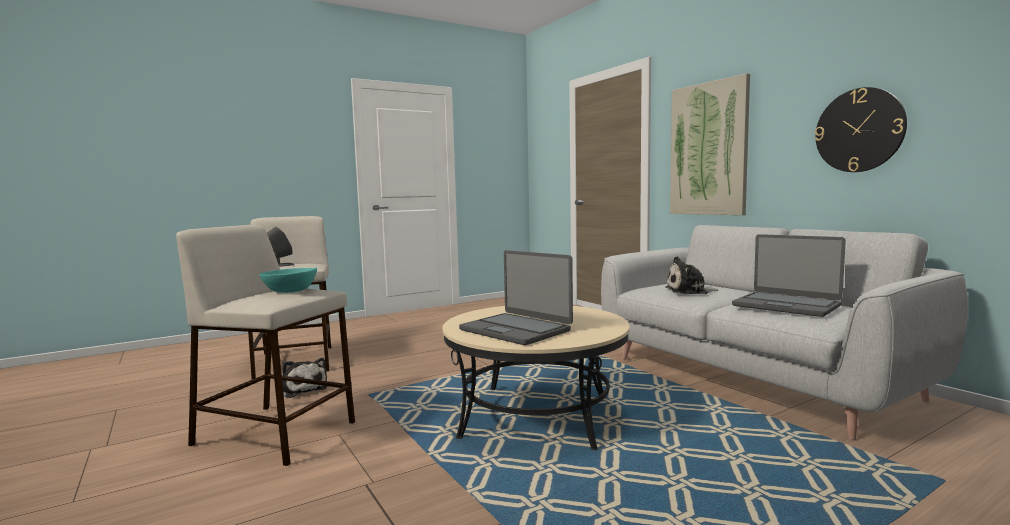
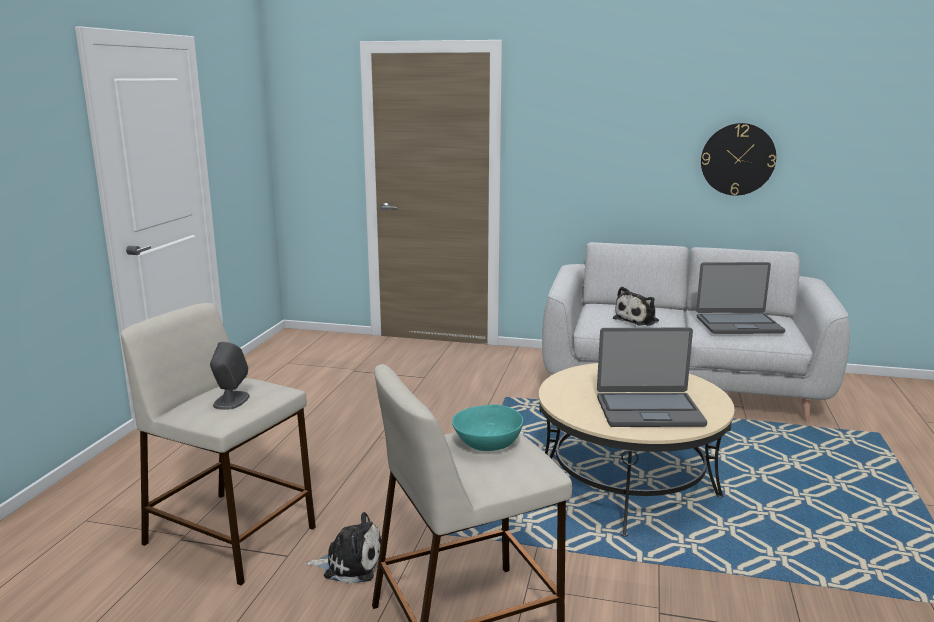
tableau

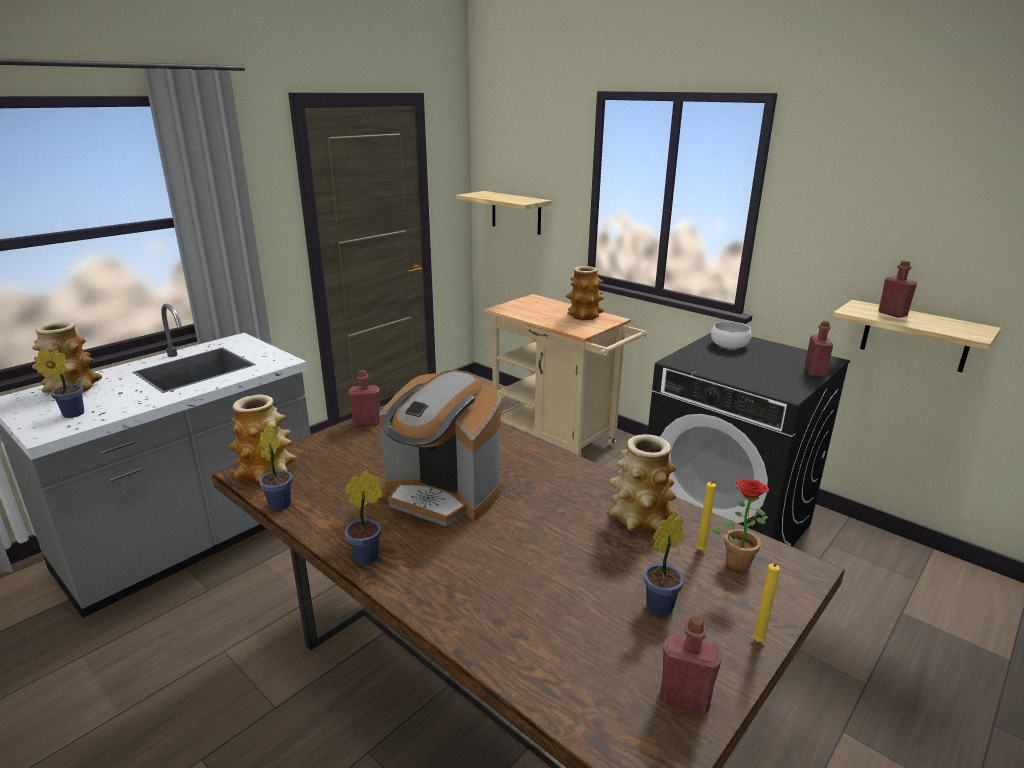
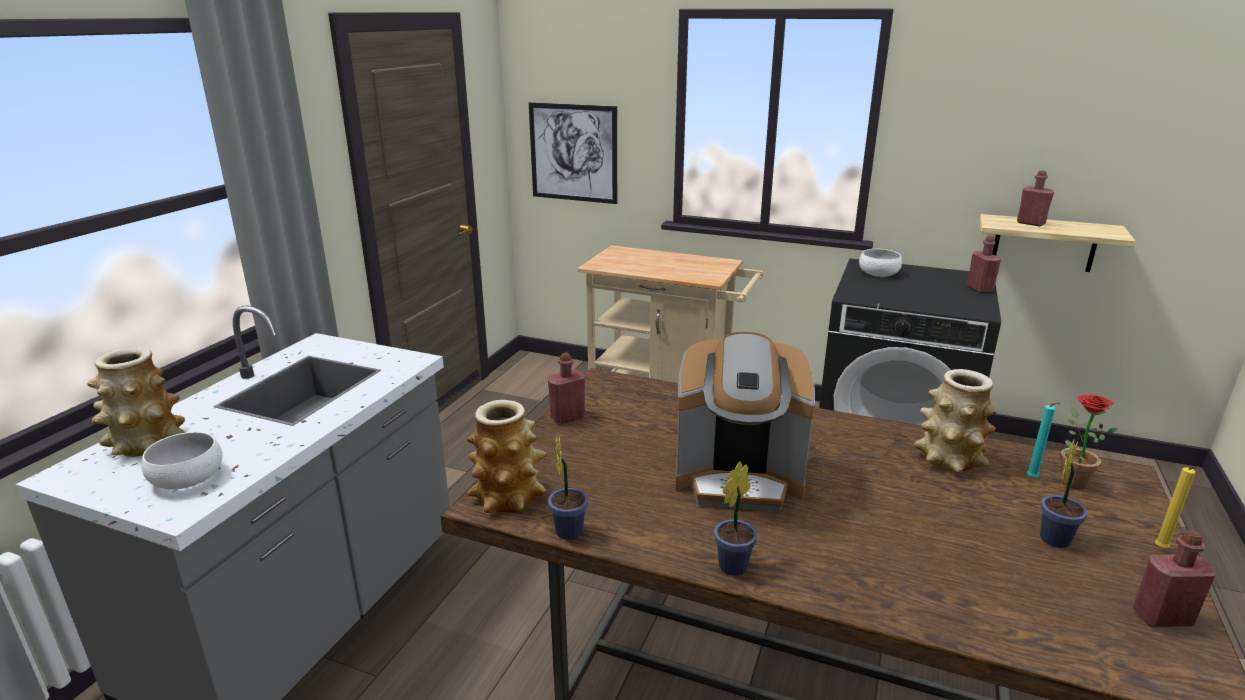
tableau
vase (no. 3 from left in the first image)
bol [blanc] (no. 1 from left)
bougie [turquoise]

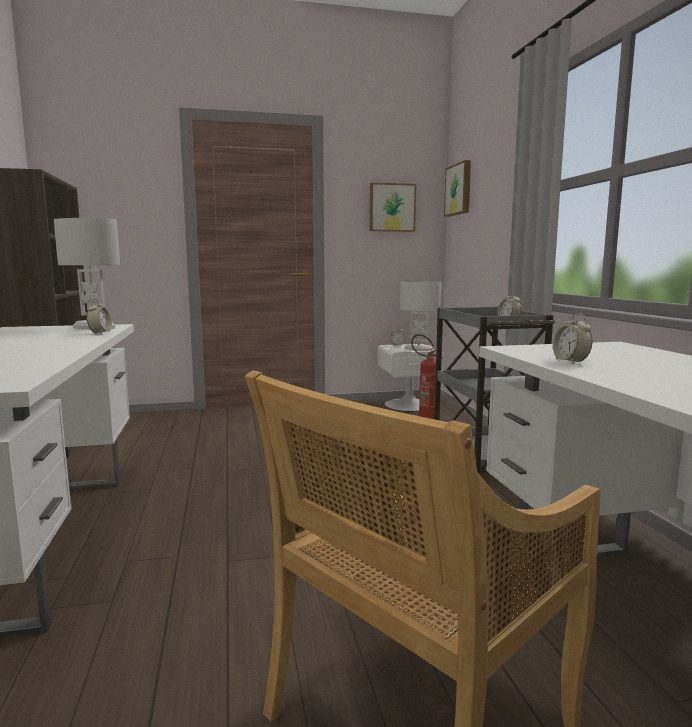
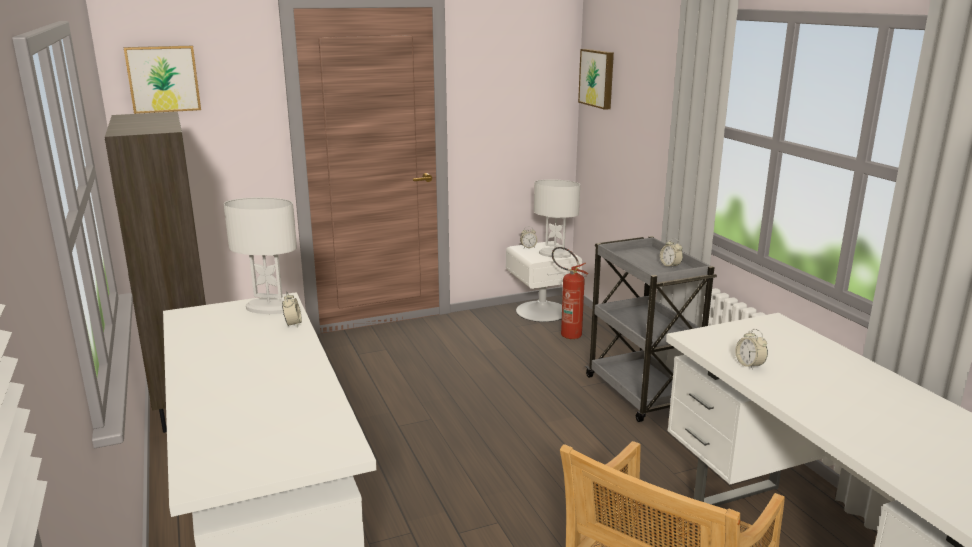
tableau (no. 1 from left)

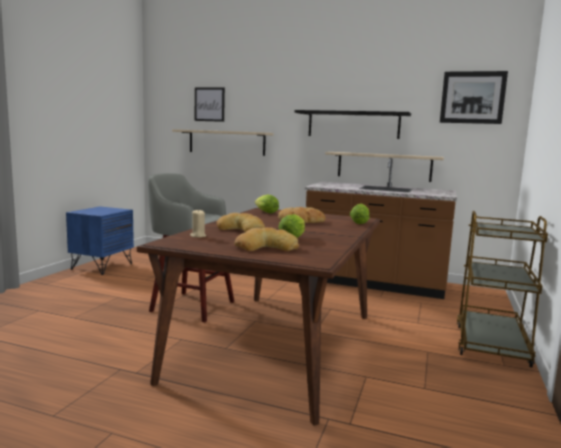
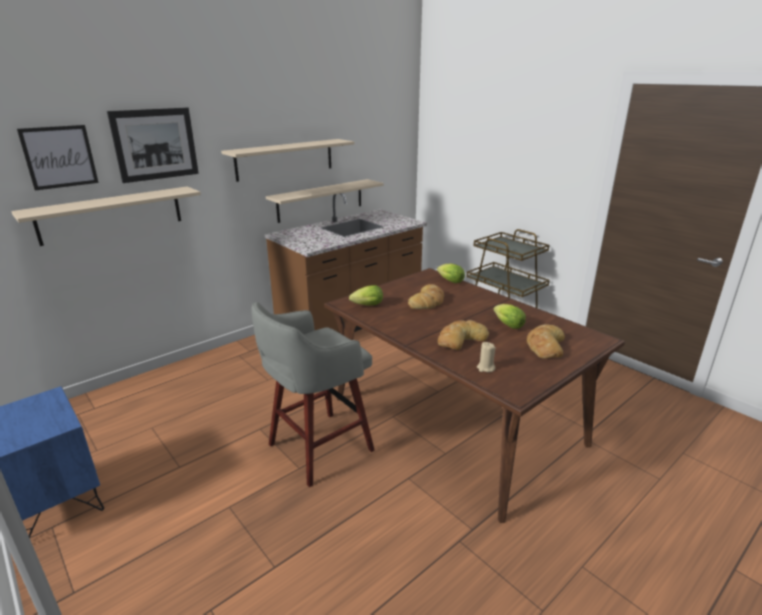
tableau (no. 2 from left)
étagère [beige] (no. 2 from left)

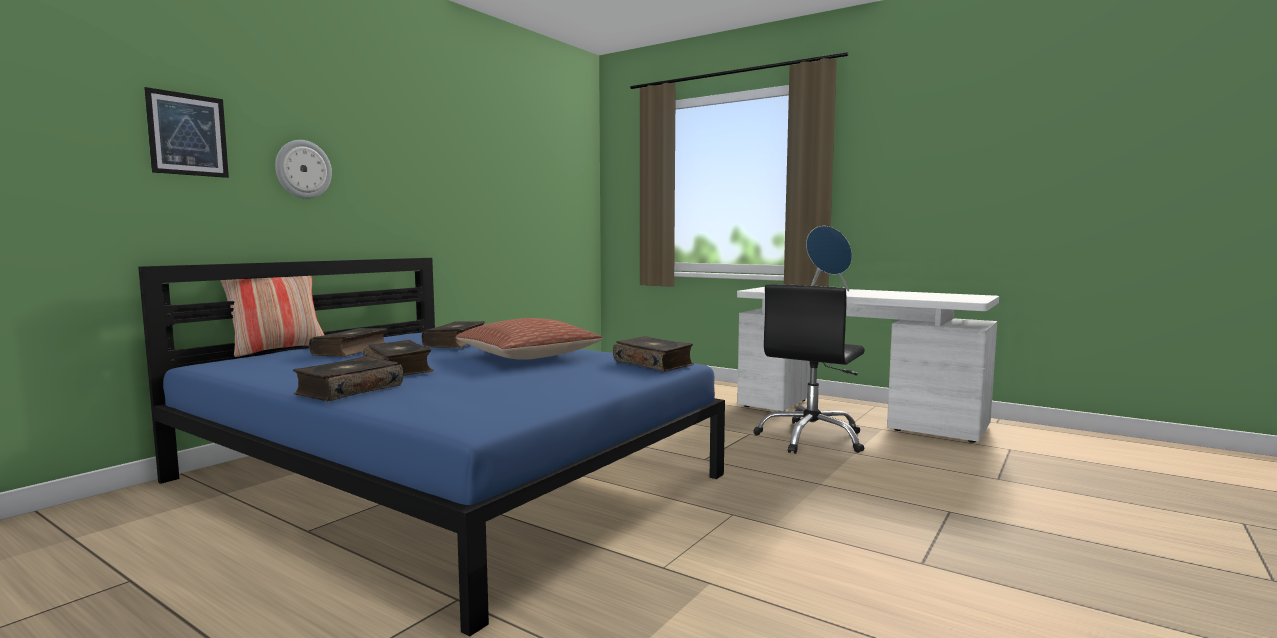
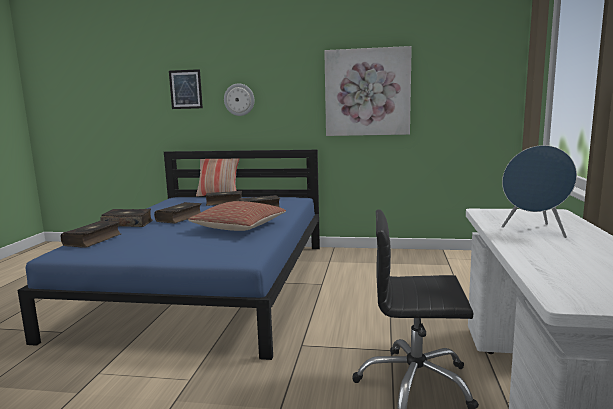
livre (no. 1 from left)
tableau (no. 2 from left)

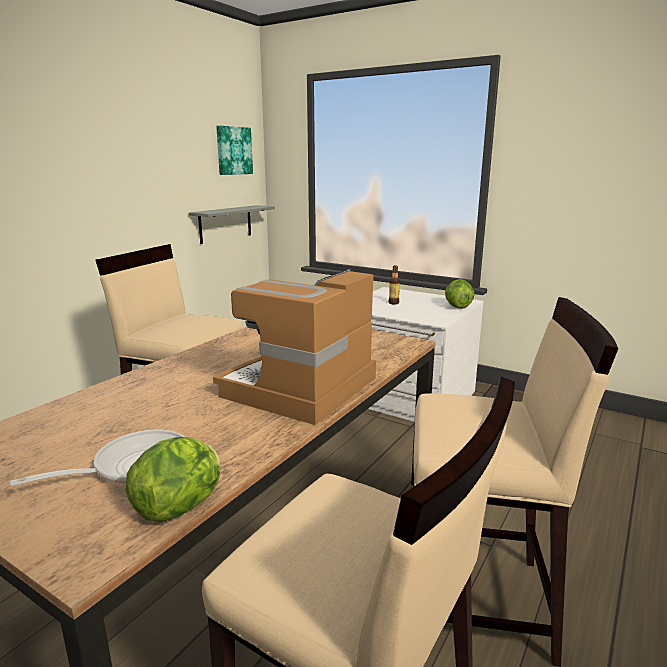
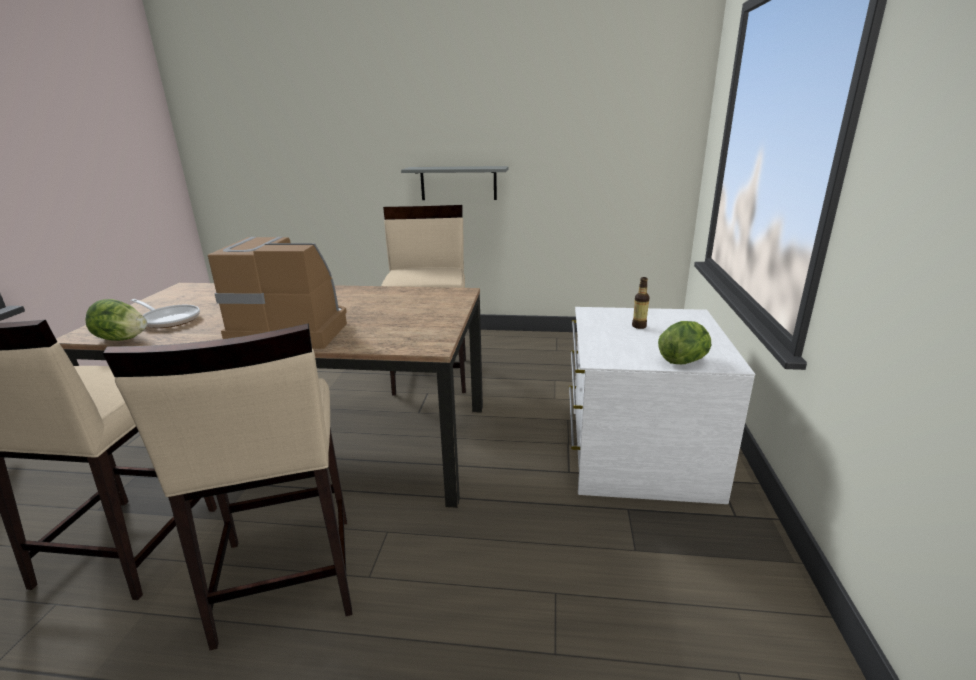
tableau
étagère [gris]

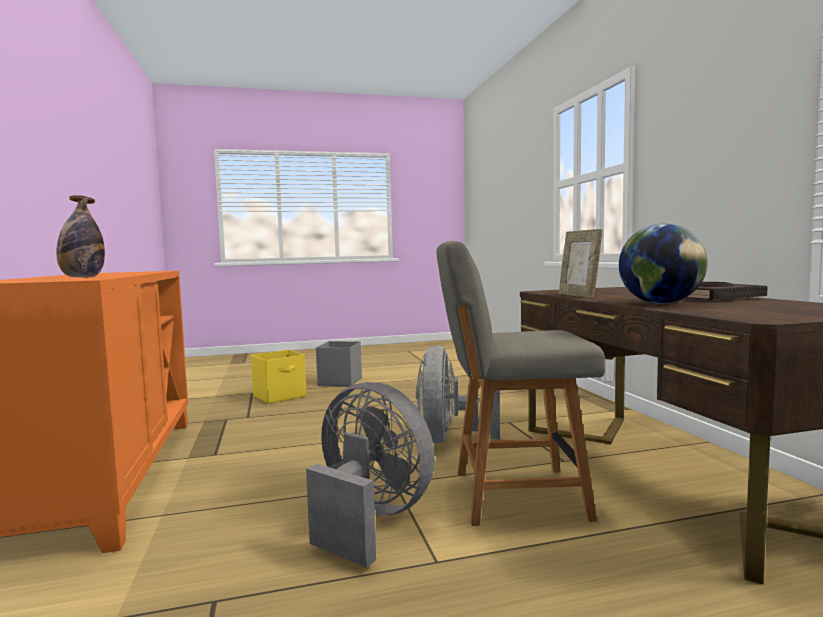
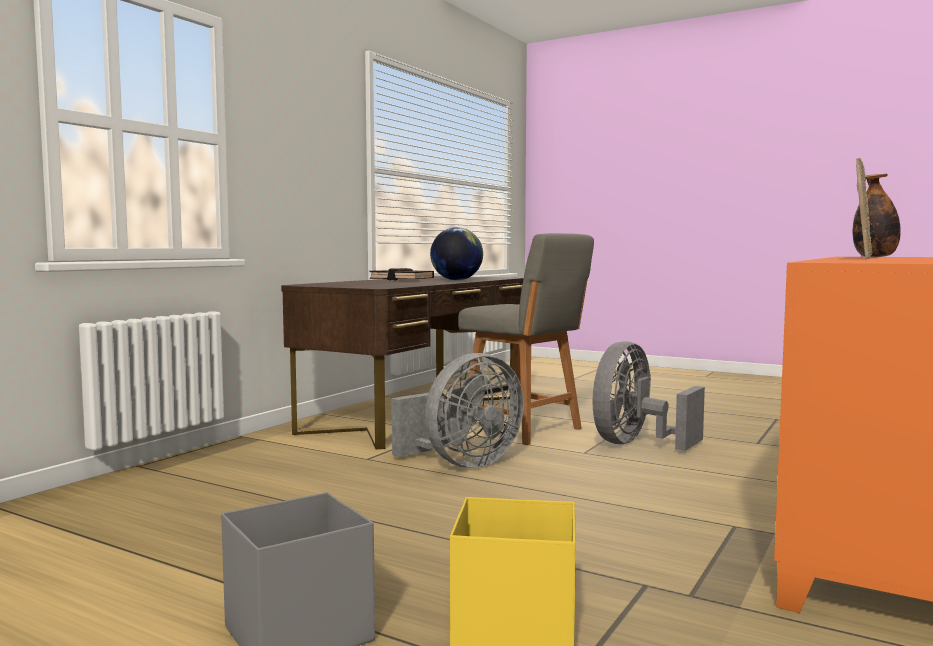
cadre photo
ventilateur [gris] (no. 2 from left)

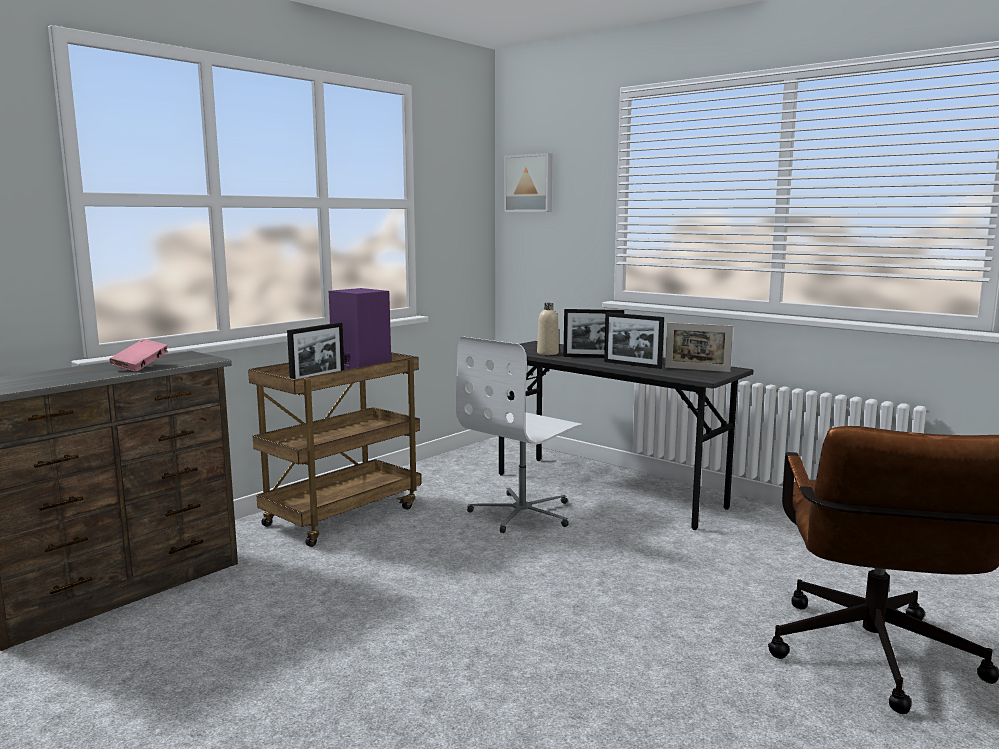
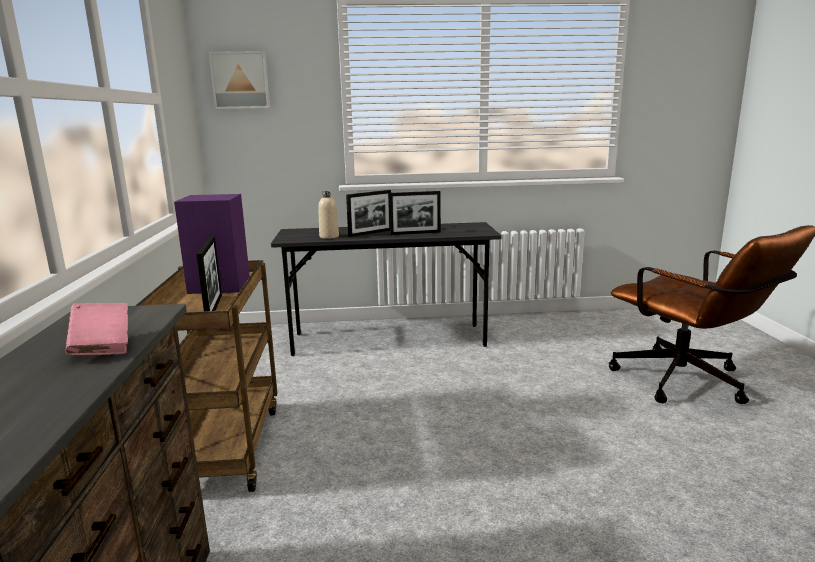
cadre photo (no. 4 from left in the first image)
chaise de bureau [blanc]

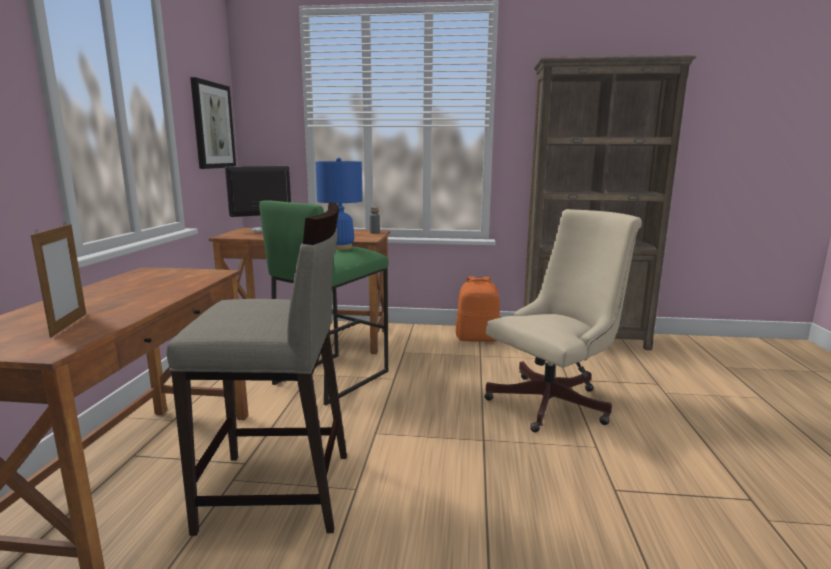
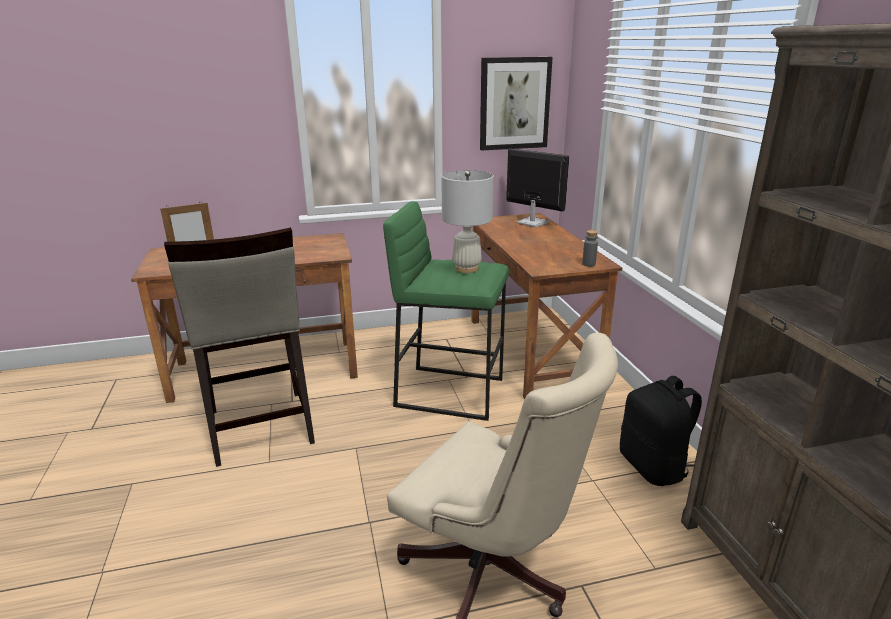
lampe de table [blanc]
sac à dos [noir]

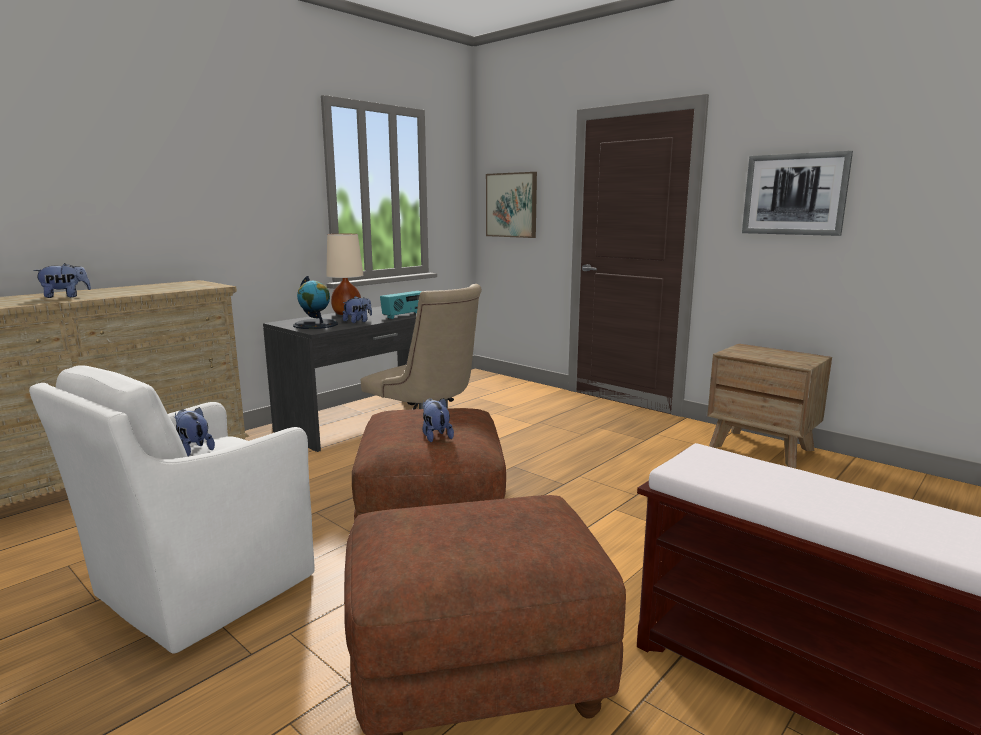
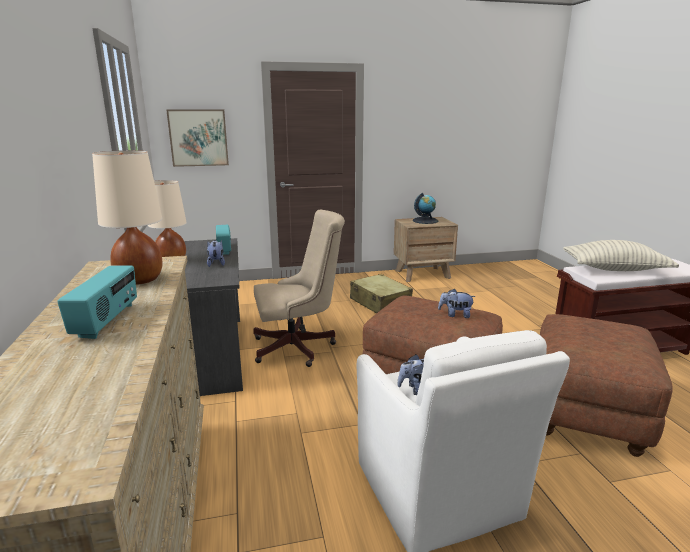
tableau (no. 2 from left in the first image)
radio (no. 1 from left)
globe
lampe de table [beige] (no. 1 from left)
coussin
valise [beige]

